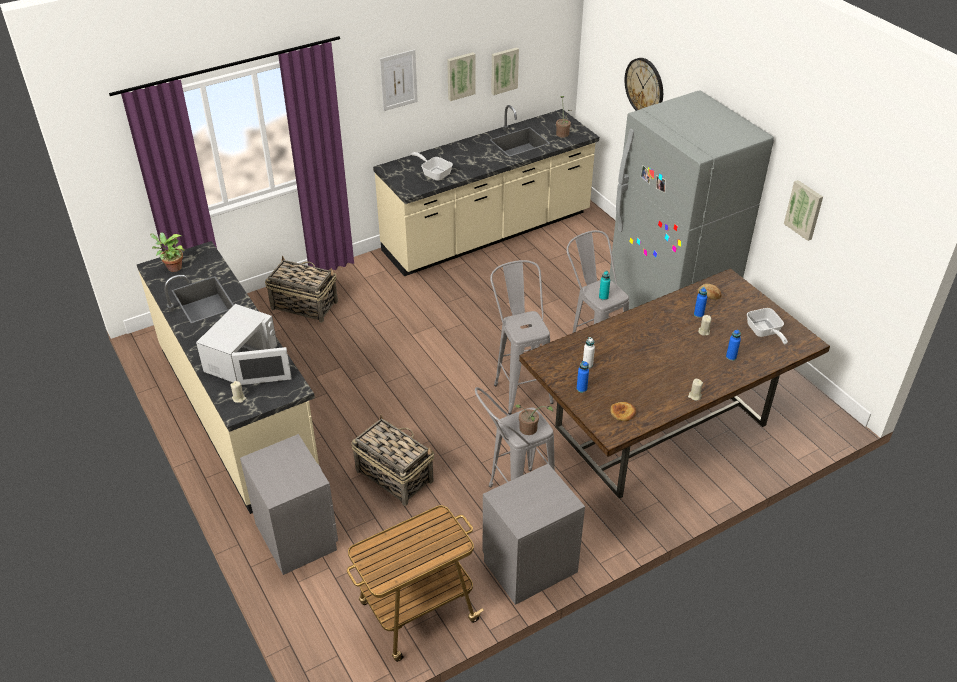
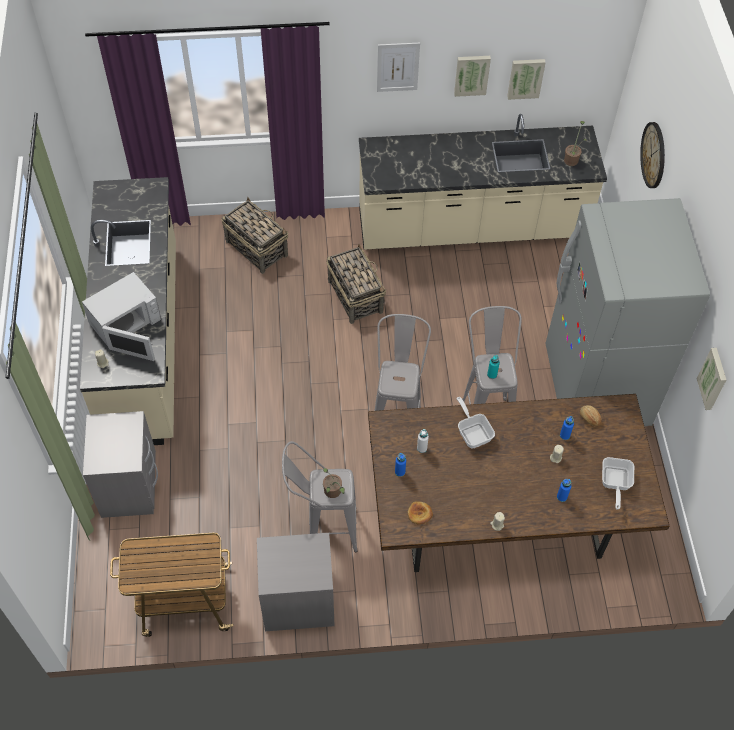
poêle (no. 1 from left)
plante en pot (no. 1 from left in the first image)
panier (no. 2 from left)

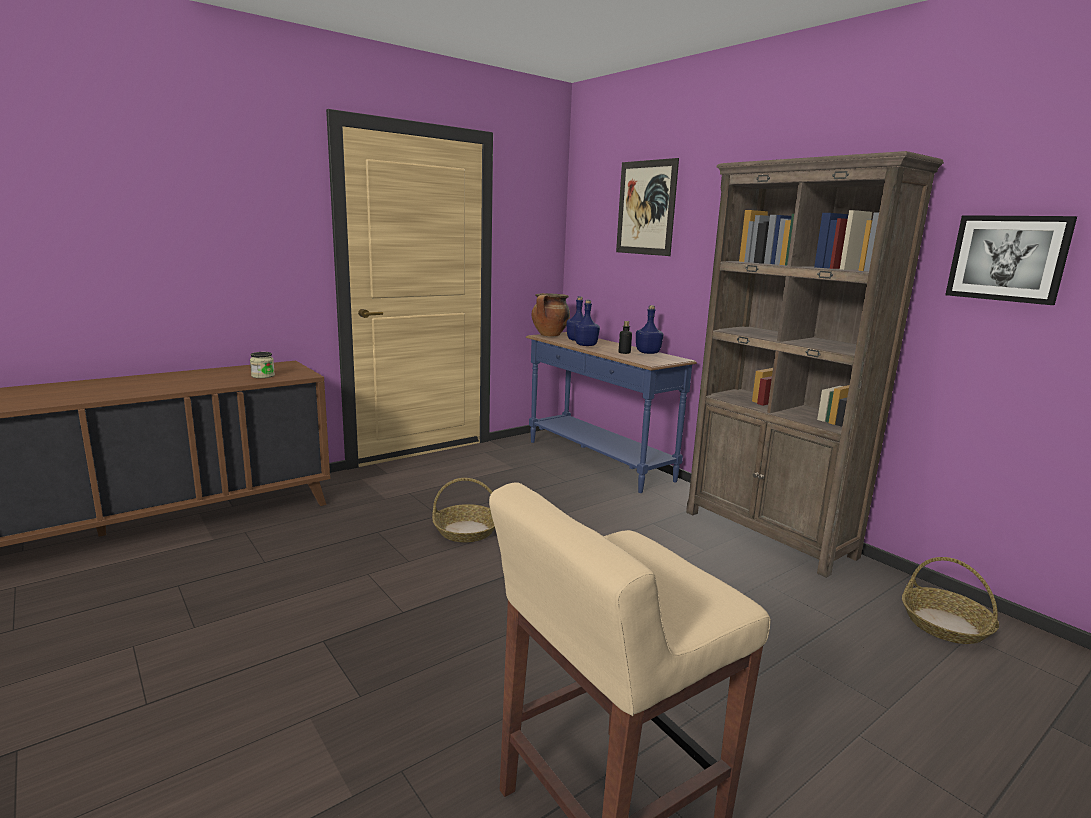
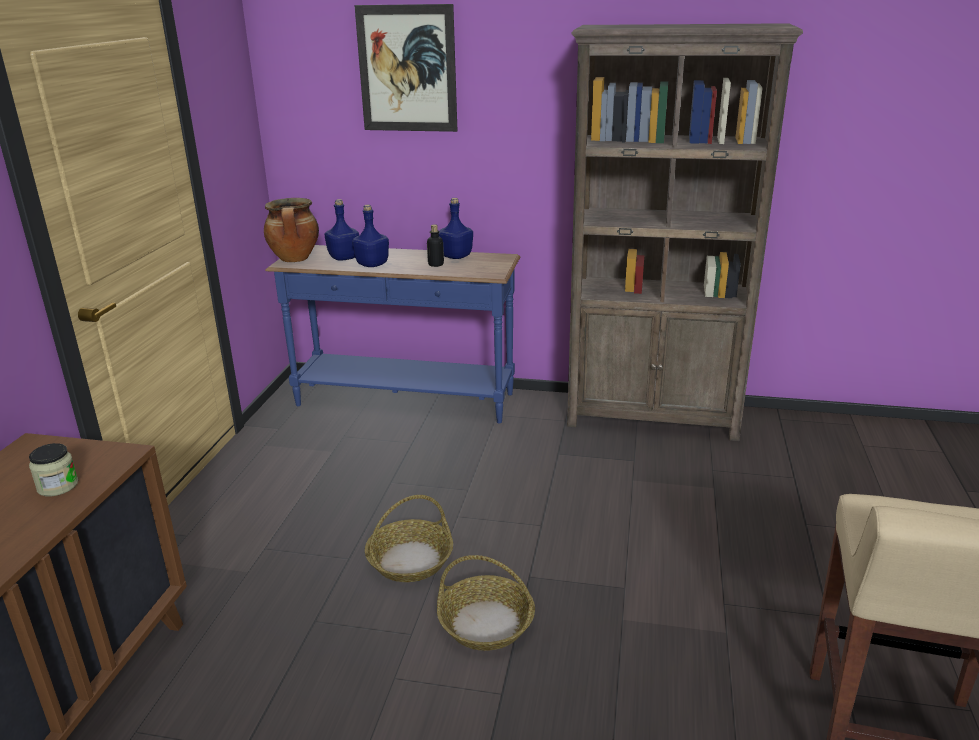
tableau (no. 2 from left in the first image)
panier (no. 2 from left)

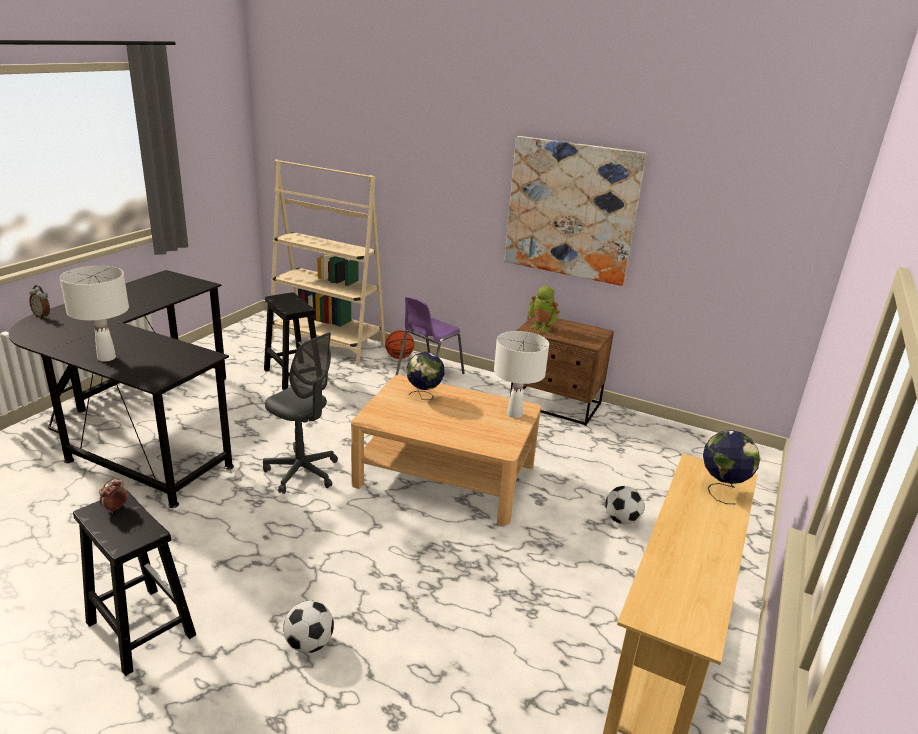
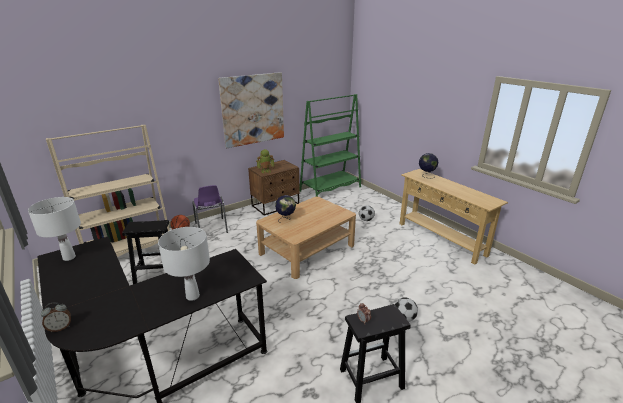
lampe de table [blanc] (no. 1 from left)
chaise de bureau [gris]
bibliothèque [vert]

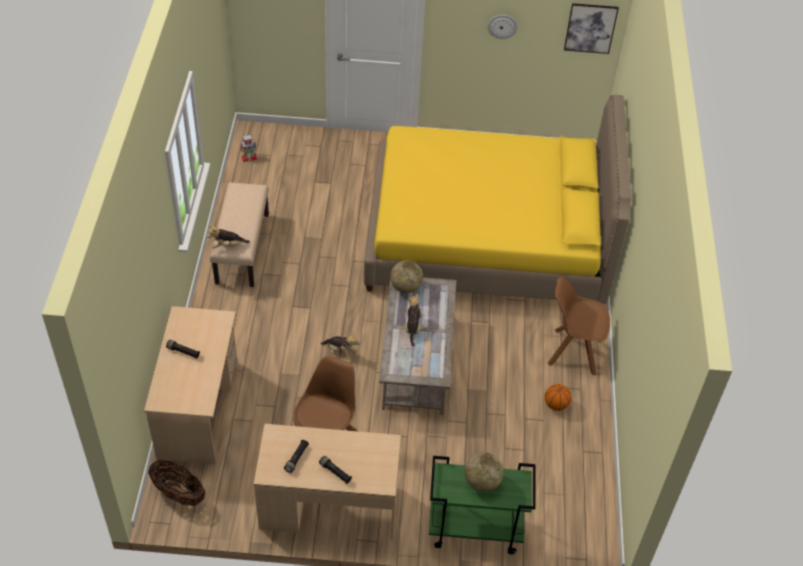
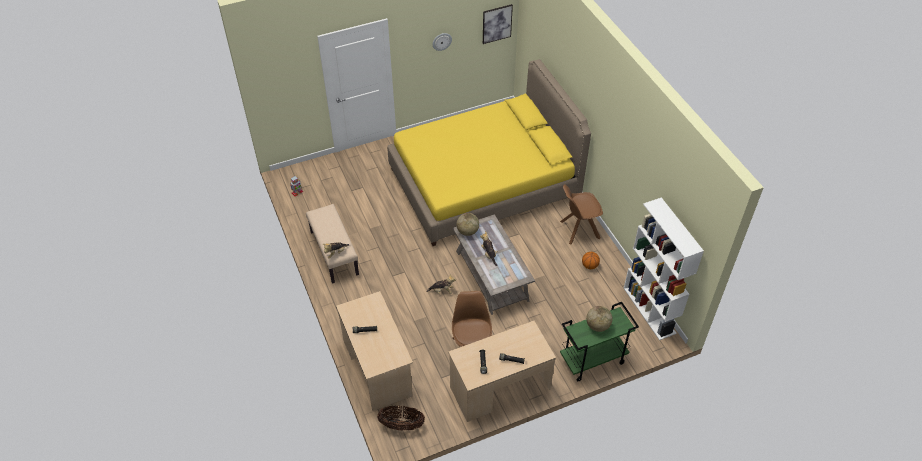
bibliothèque [blanc]

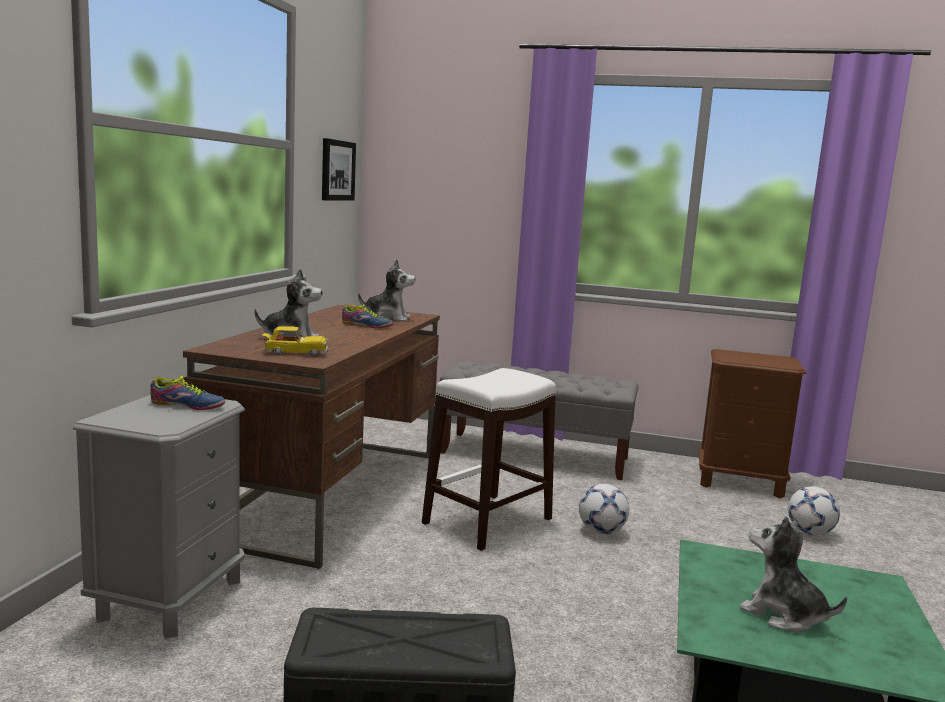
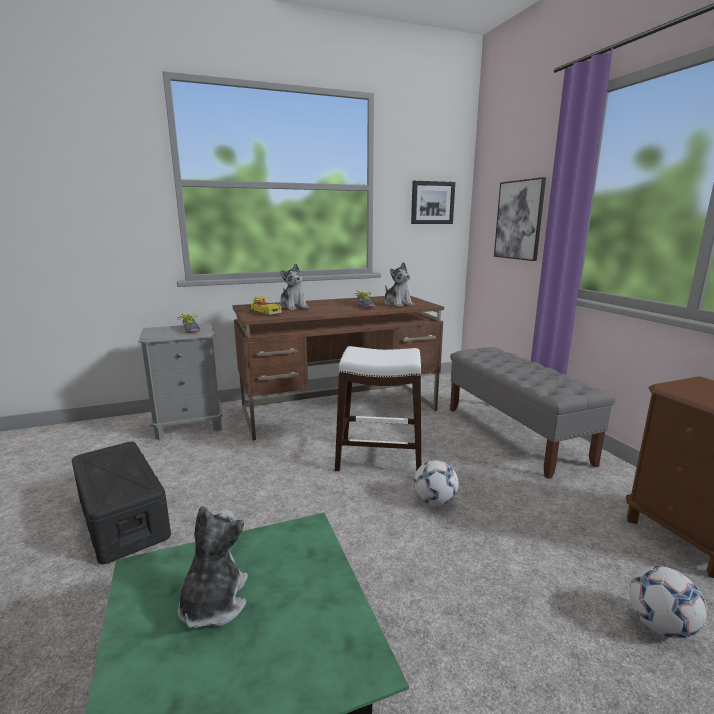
tableau (no. 2 from left)

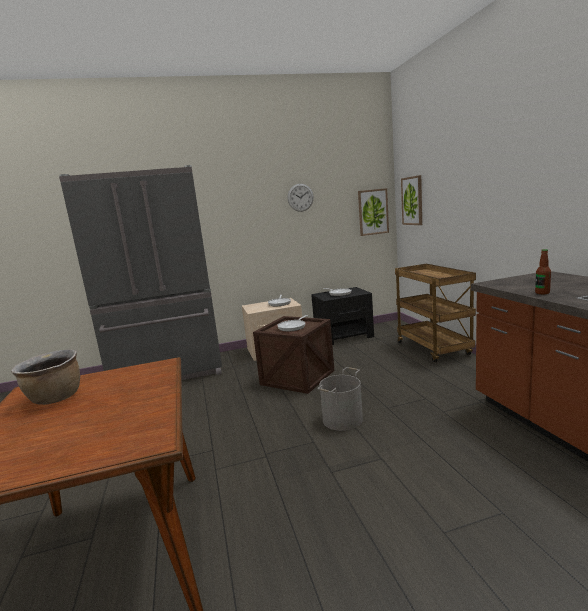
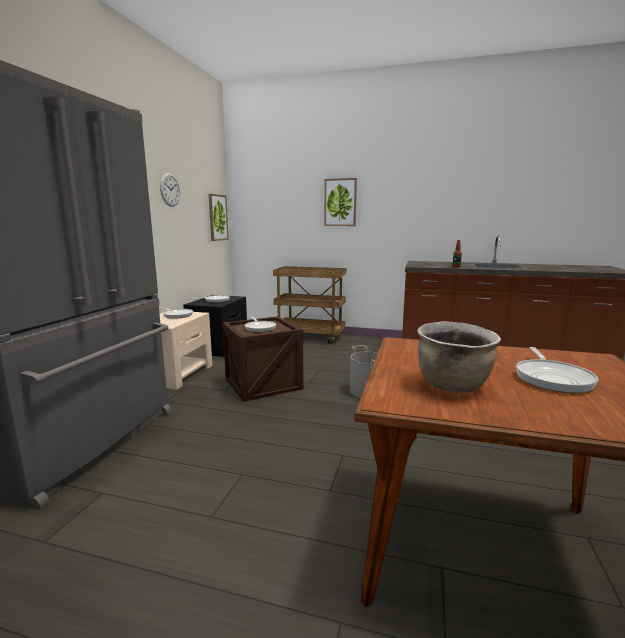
tableau (no. 2 from left)
poêle (no. 4 from left)

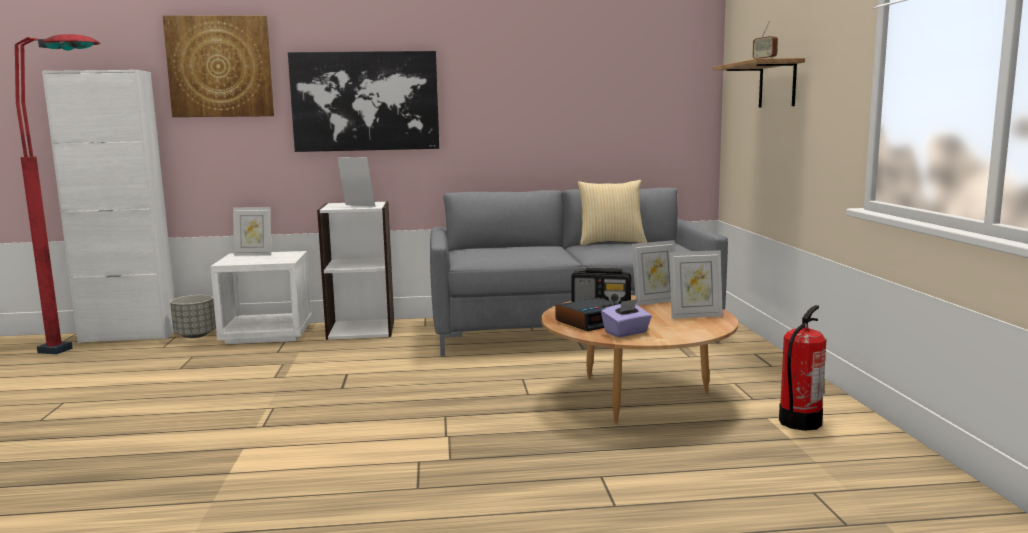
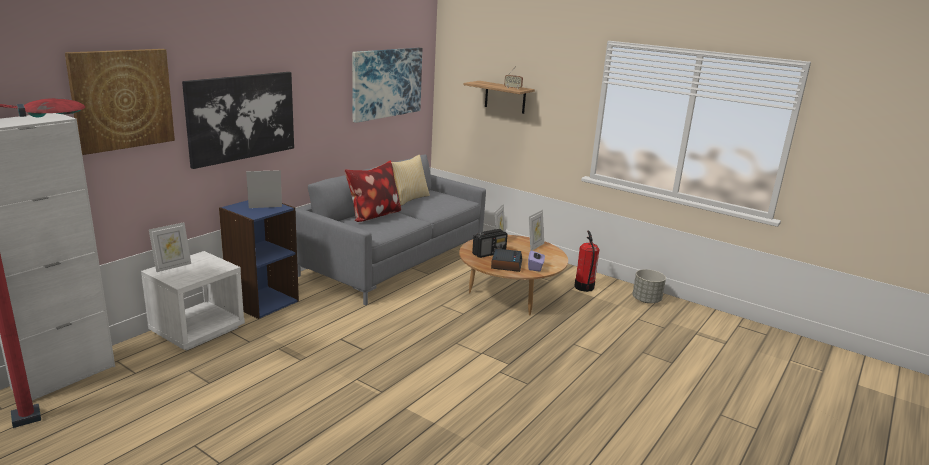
bibliothèque [bleu]
cache-pot [gris]
tableau (no. 3 from left)
coussin (no. 1 from left)

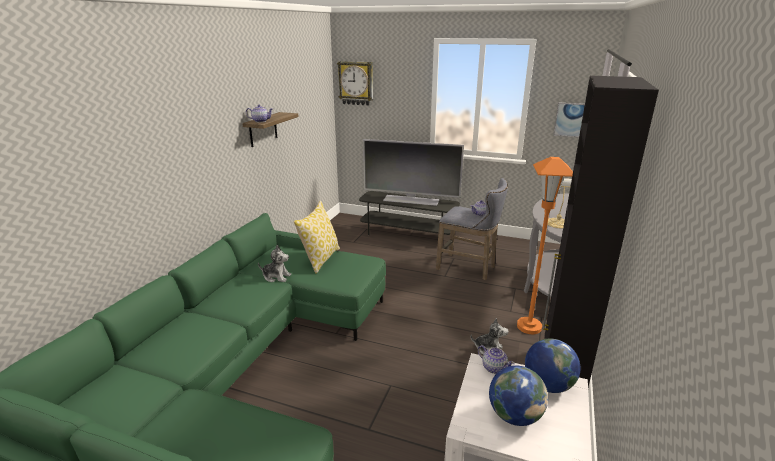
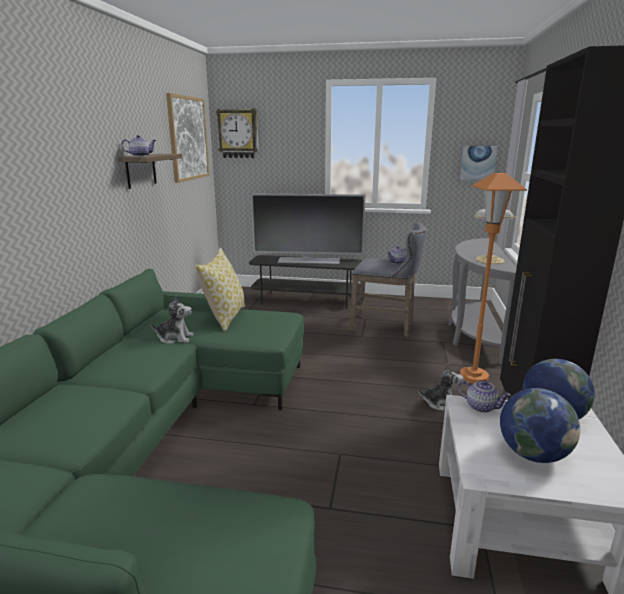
tableau (no. 1 from left)

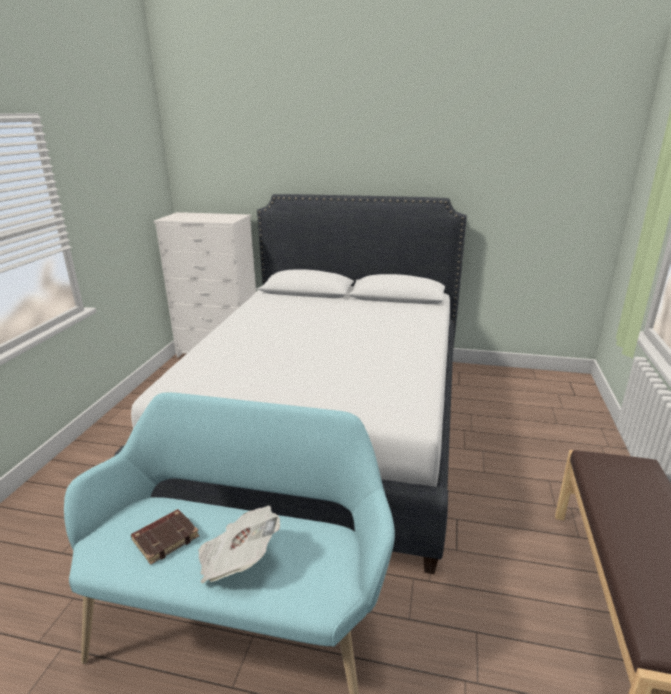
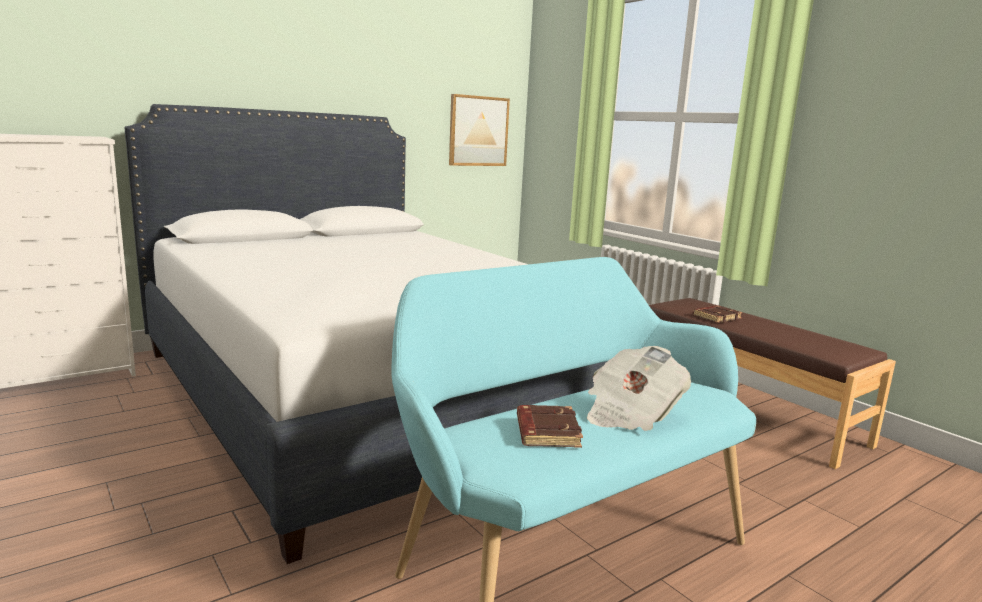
tableau
livre [marron] (no. 2 from left)

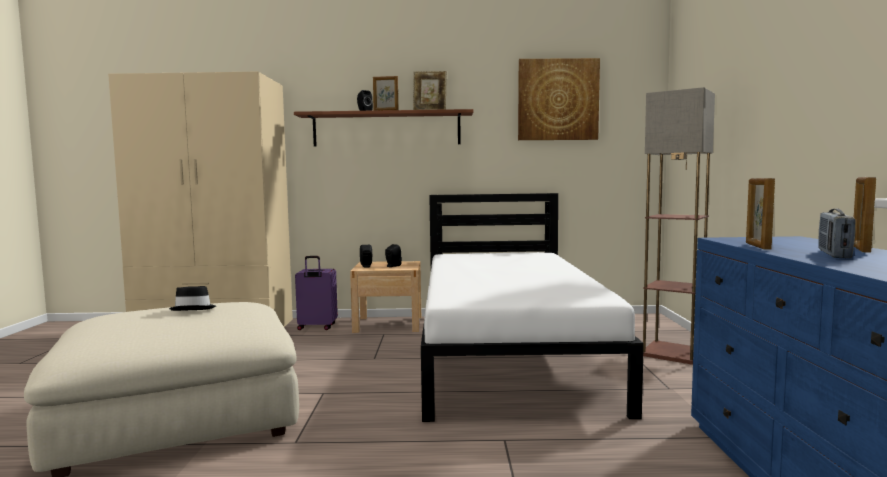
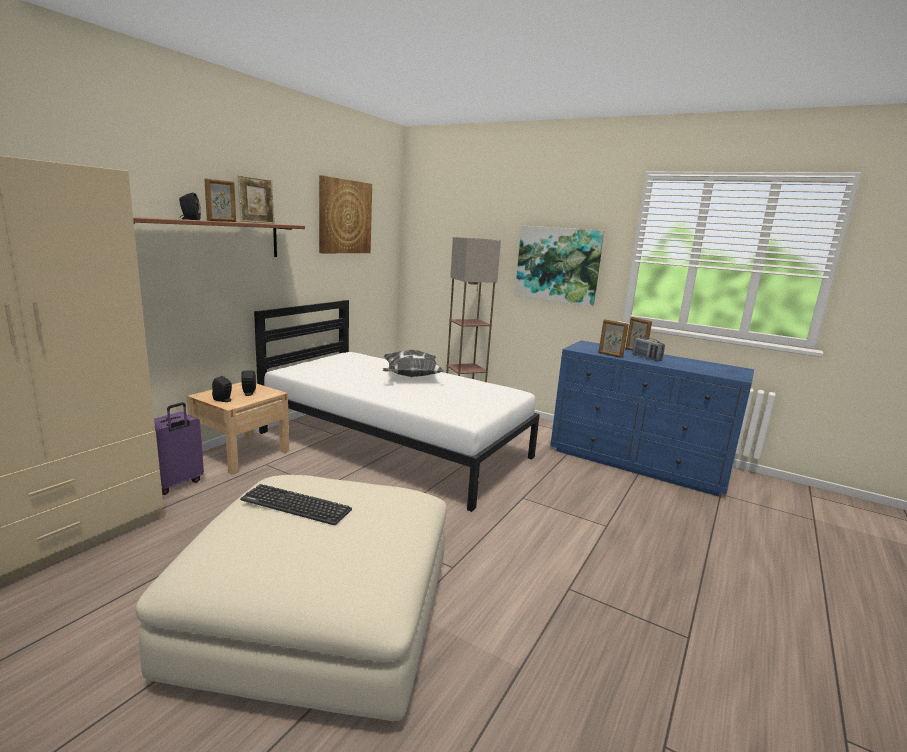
clavier
tableau (no. 2 from left)
coussin

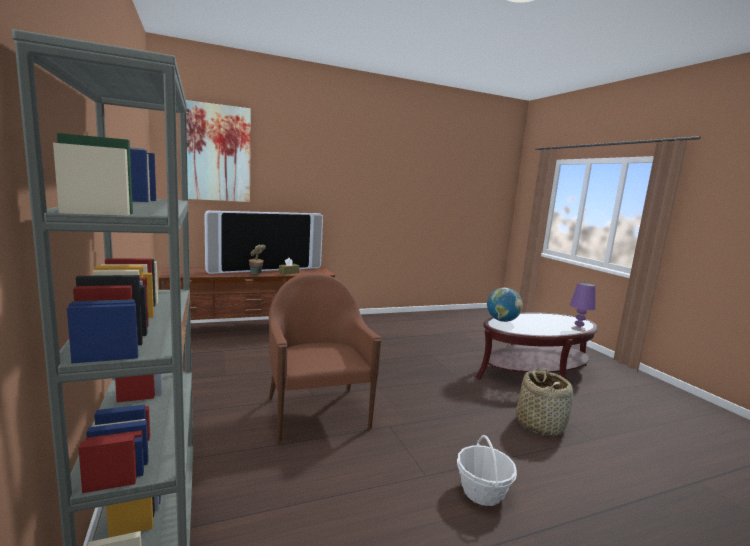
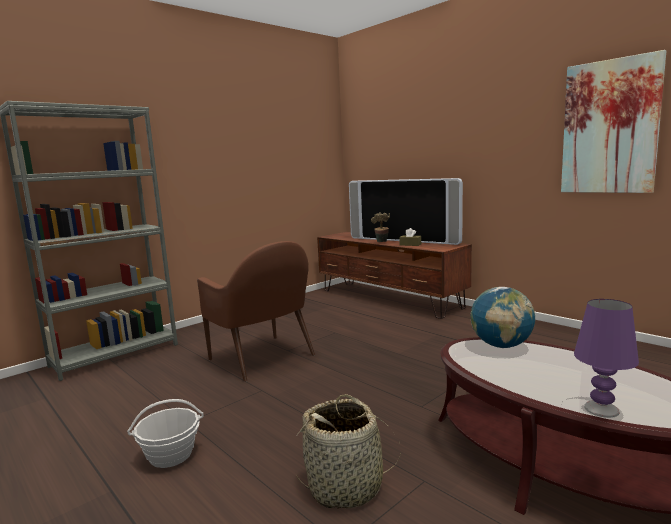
tableau
fauteuil [marron]

